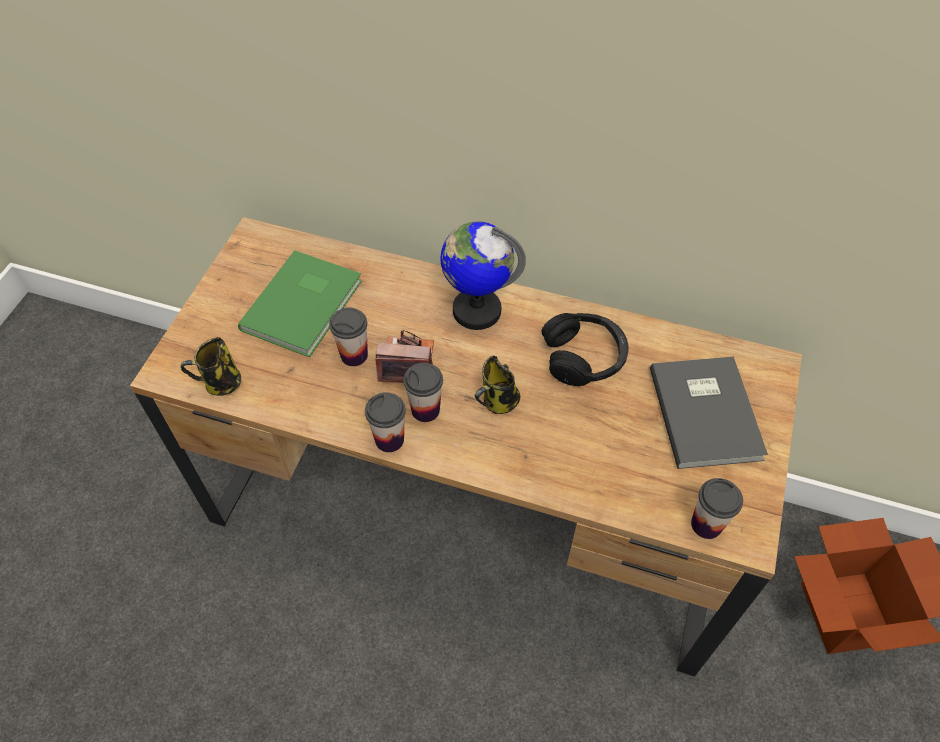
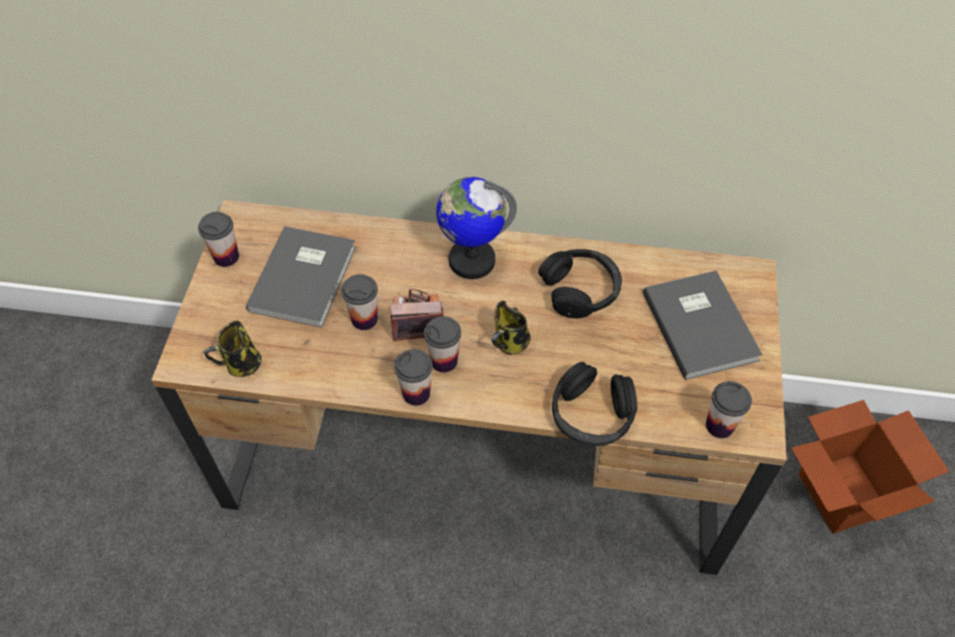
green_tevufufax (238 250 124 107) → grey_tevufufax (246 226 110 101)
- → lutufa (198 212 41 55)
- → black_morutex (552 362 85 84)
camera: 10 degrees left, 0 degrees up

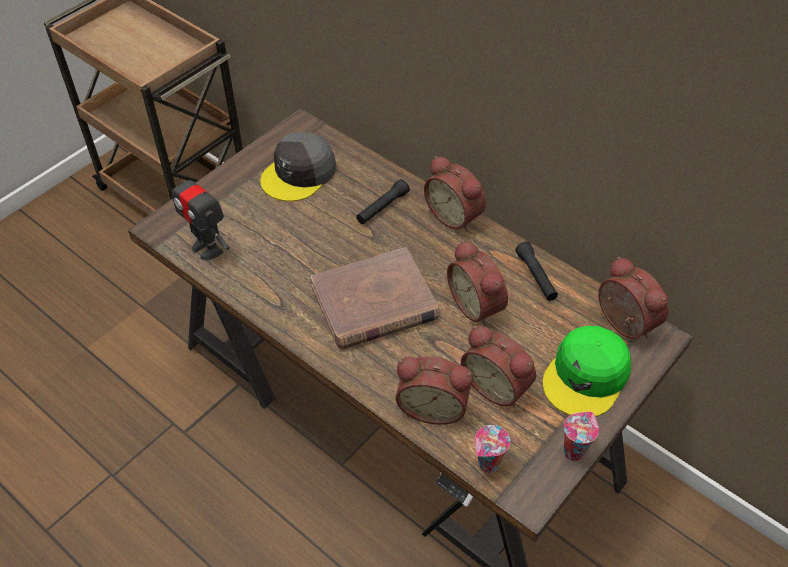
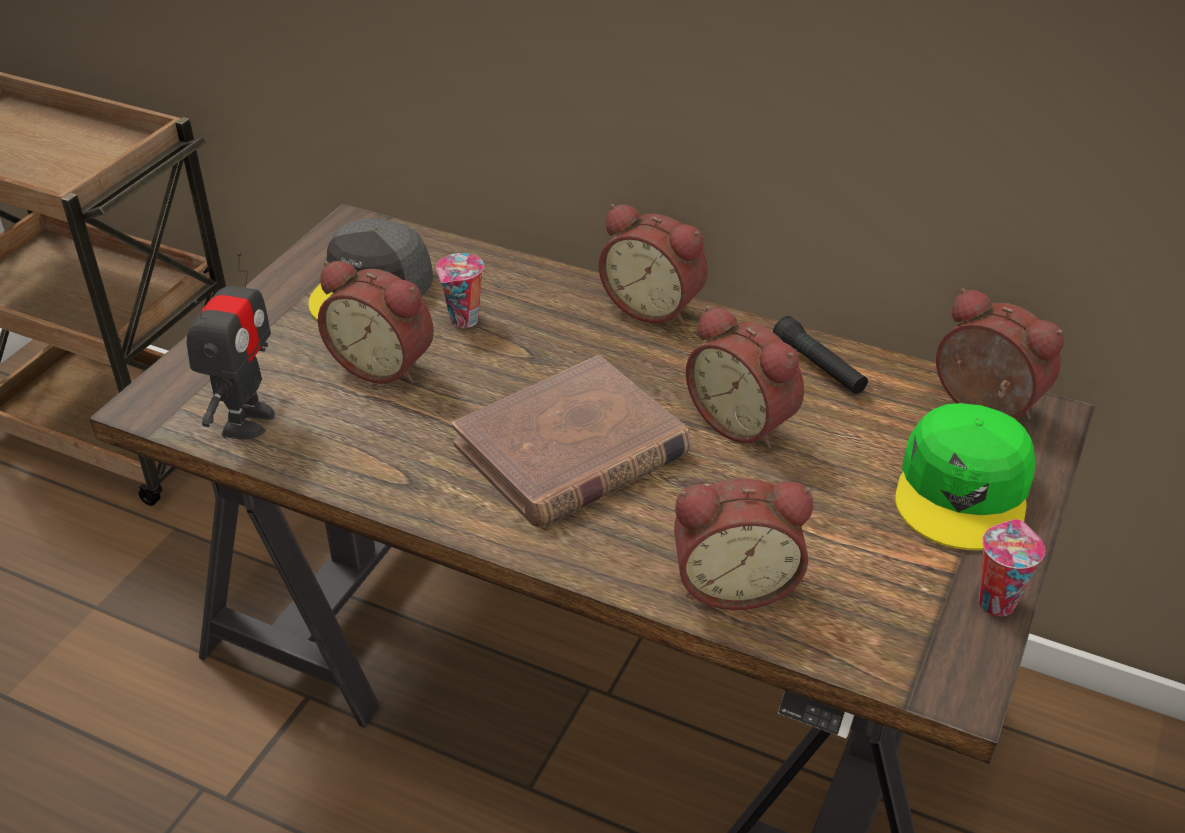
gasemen (172 164 57 97) → gasemen (186 252 89 187), 105 degrees counterclockwise
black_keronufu (356 179 54 45) → -
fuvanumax (461 326 75 81) → fuvanumax (318 261 116 123), relocated
lutufa (475 425 35 48) → lutufa (436 253 48 75), relocated
camera: 15 degrees left, 10 degrees down

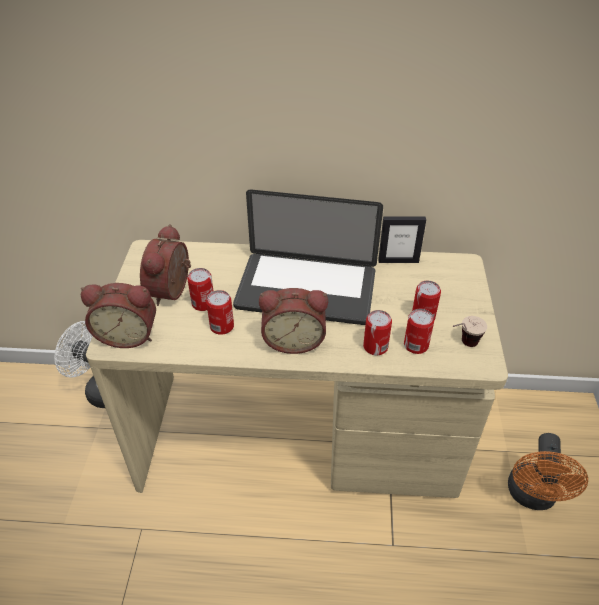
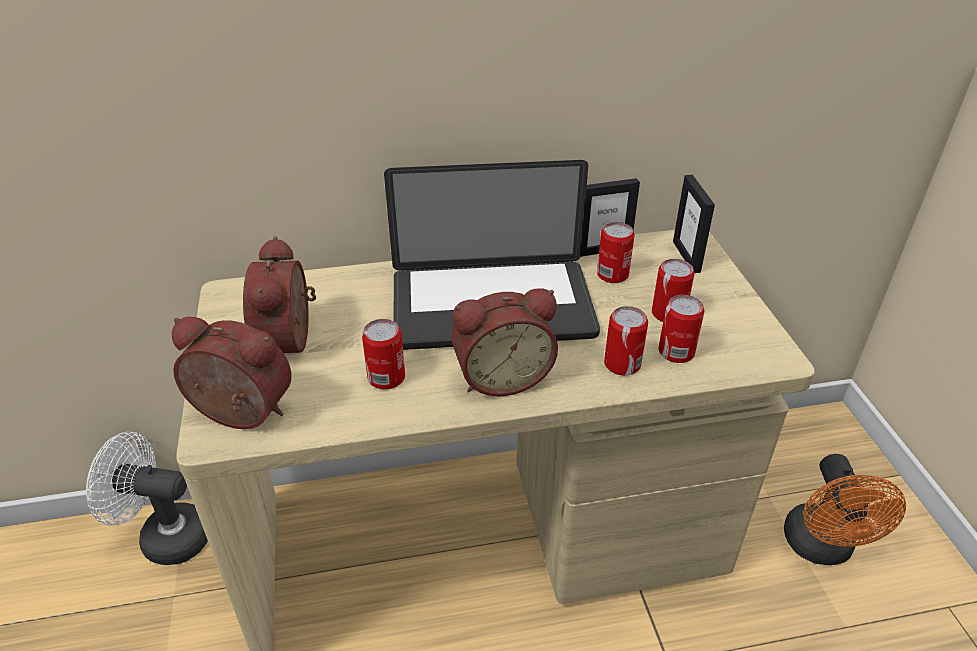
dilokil (187 268 26 43) → dilokil (597 222 38 61), relocated
fuvanumax (81 283 75 65) → fuvanumax (172 317 120 112), 150 degrees counterclockwise
lutufa (453 316 34 31) → -
- → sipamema (673 175 42 98)
camera: 15 degrees left, 5 degrees down

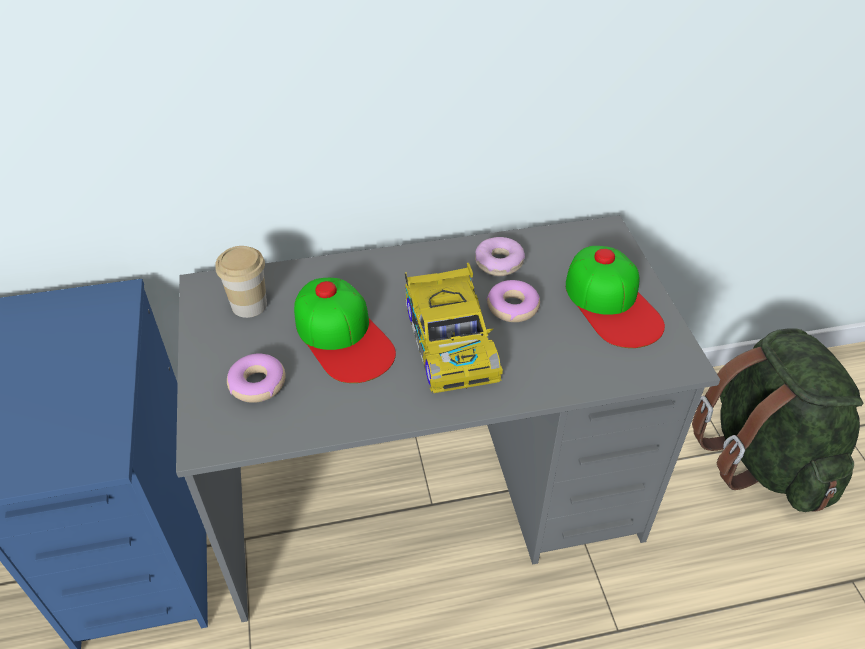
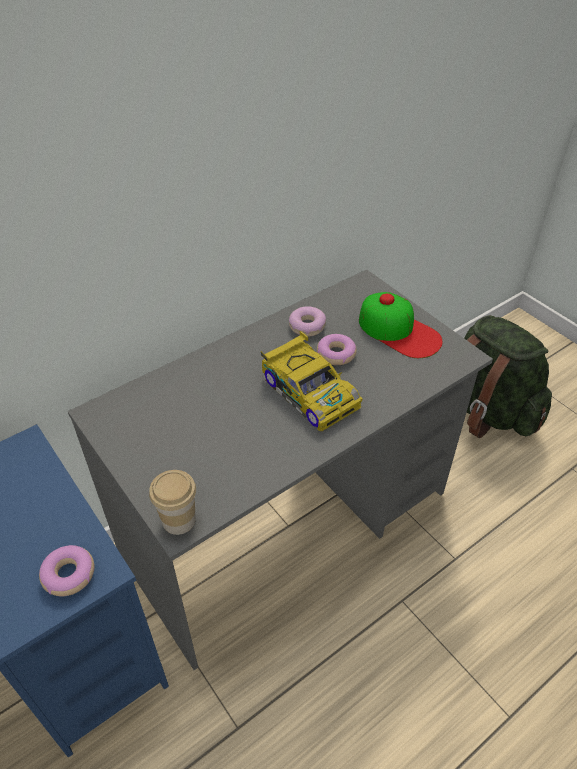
lutufa (215 246 52 72) → lutufa (149 470 47 65), relocated
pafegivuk (294 278 102 105) → -
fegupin (227 353 59 50) → fegupin (39 545 56 51), relocated
camera: 25 degrees left, 0 degrees up

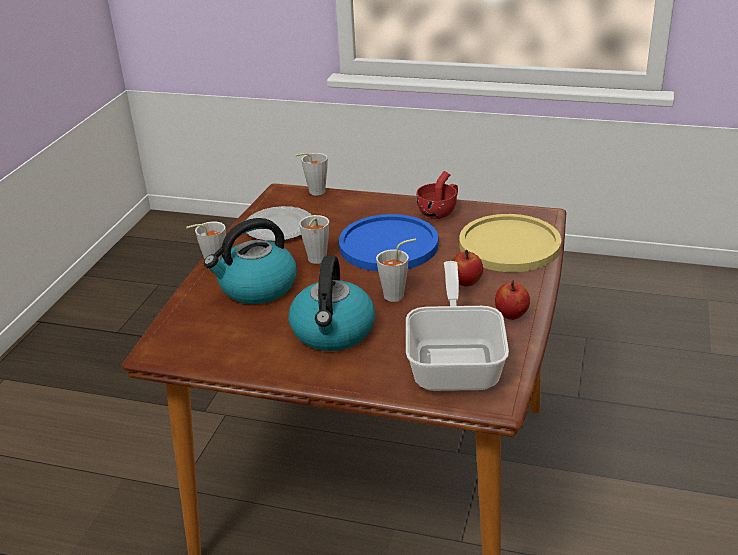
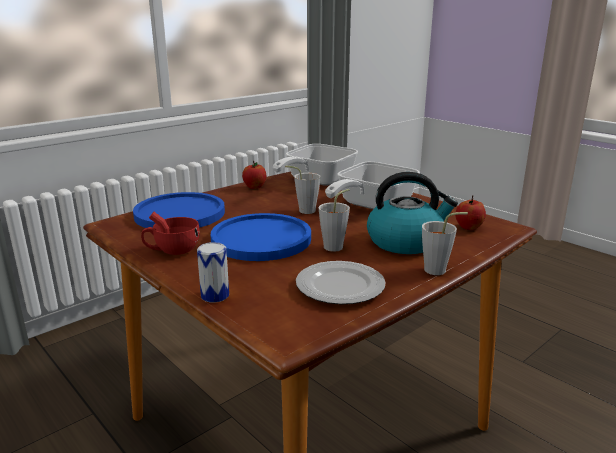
grey_lutufa (295 153 33 43) → -
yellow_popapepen (459 214 102 58) → blue_popapepen (133 192 92 36)
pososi (452 250 31 36) → pososi (455 195 31 35), relocated
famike (289 255 86 96) → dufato (325 162 95 47)
- → dilokil (197 242 32 61)
camera: 150 degrees left, 10 degrees down

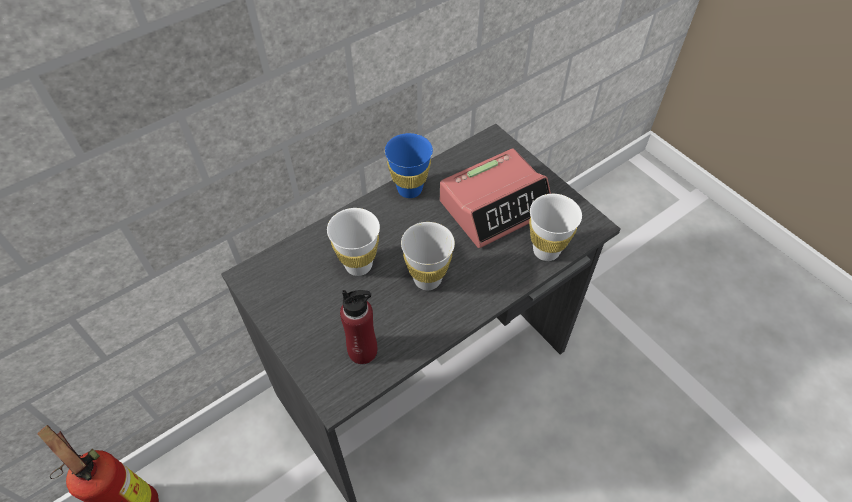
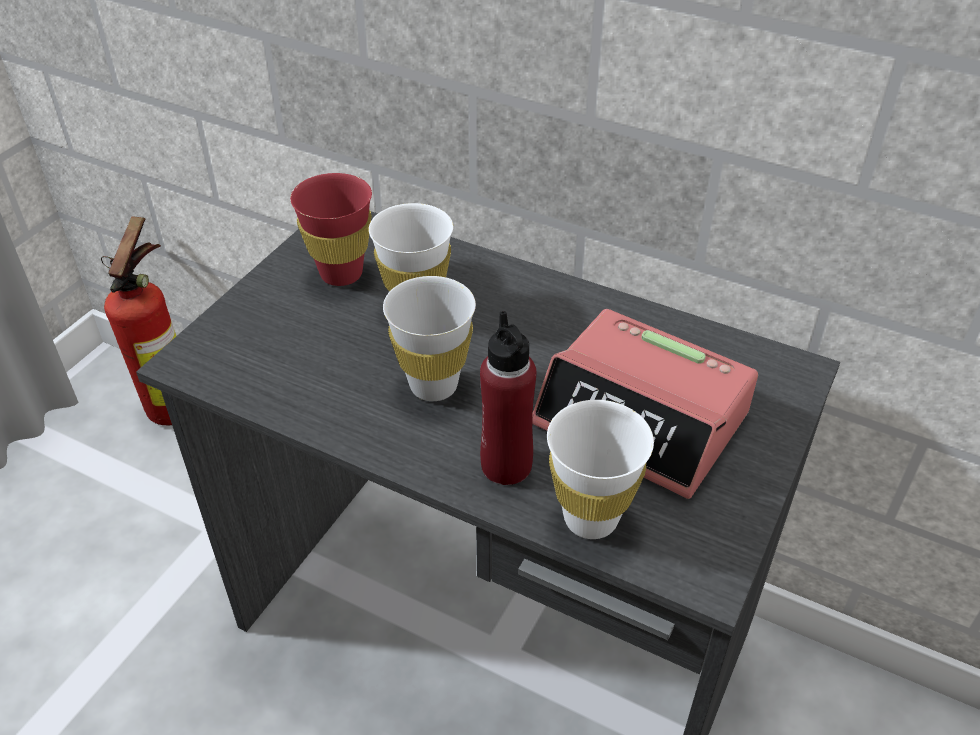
blue_lutufa (385 133 48 65) → -
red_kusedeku (340 290 37 74) → red_kusedeku (480 311 56 174), relocated
- → red_lutufa (290 173 82 113)
camera: 65 degrees right, 10 degrees down

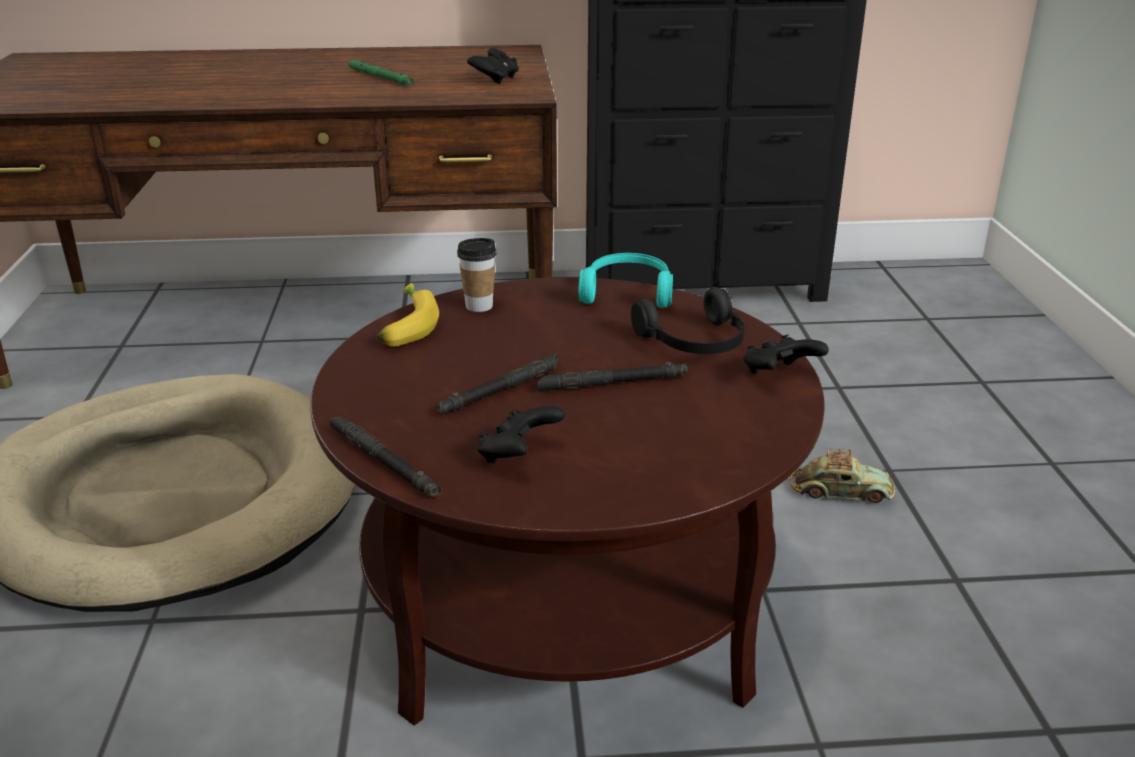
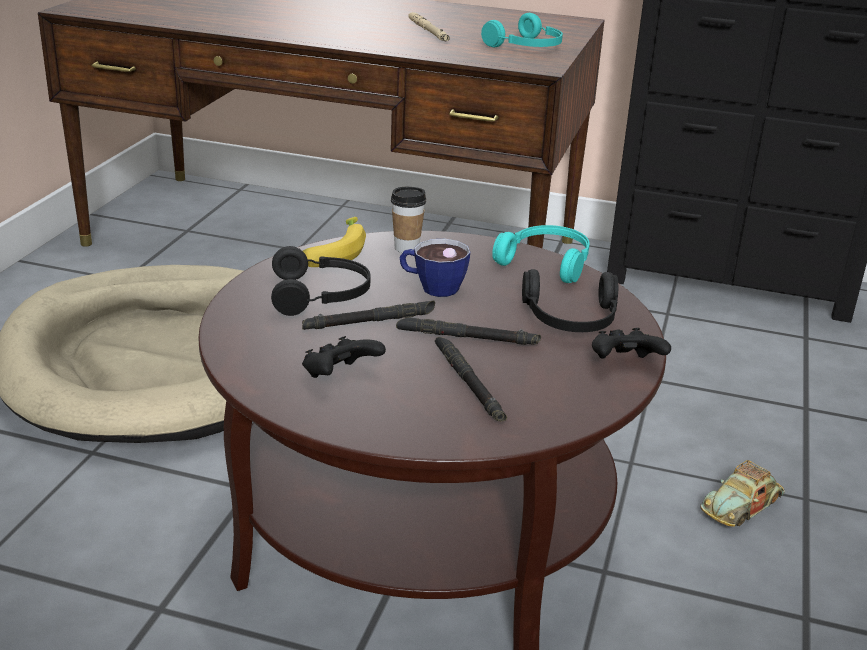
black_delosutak (467 48 52 36) → turquoise_morutex (481 13 82 34)
green_keronufu (348 60 65 25) → beige_keronufu (408 12 42 29)
black_keronufu (329 417 113 79) → black_keronufu (435 337 72 84), relocated
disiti (790 448 105 55) → disiti (700 460 85 67), 105 degrees clockwise
- → lutufa (399 239 71 58)
- → black_morutex (271 246 100 70)
camera: 20 degrees right, 0 degrees up

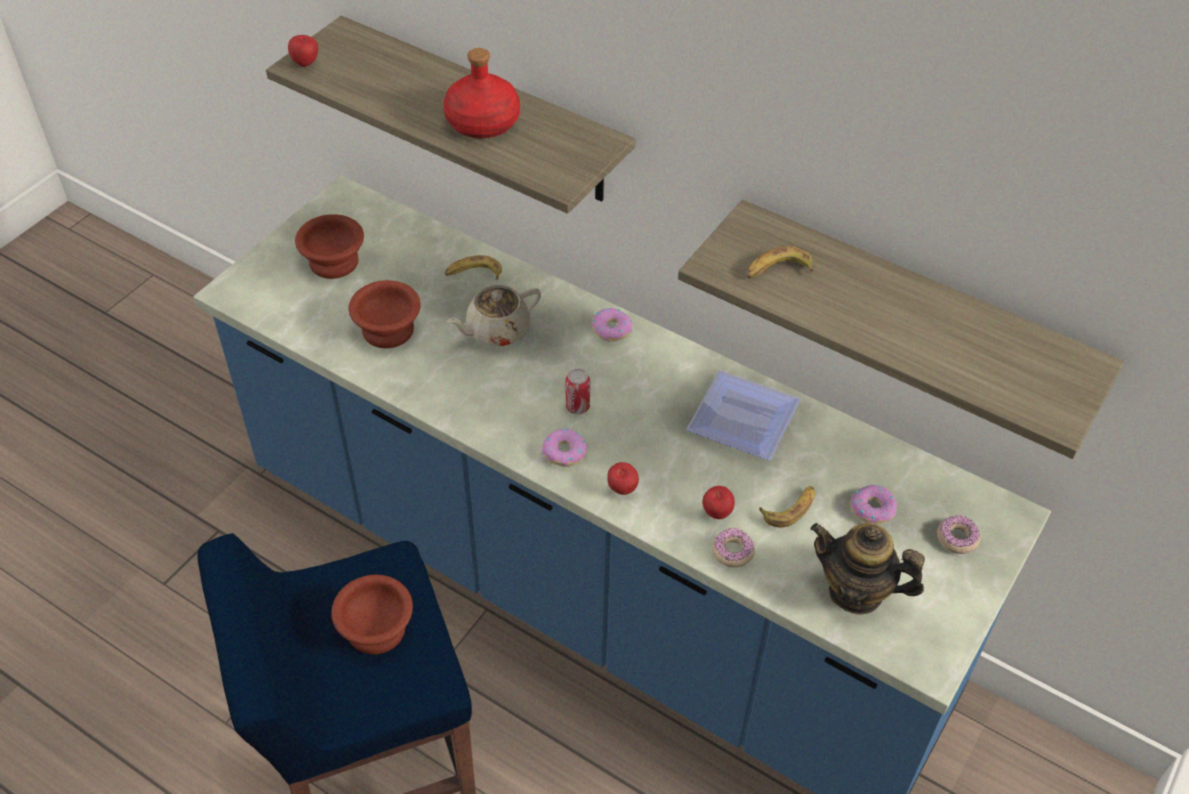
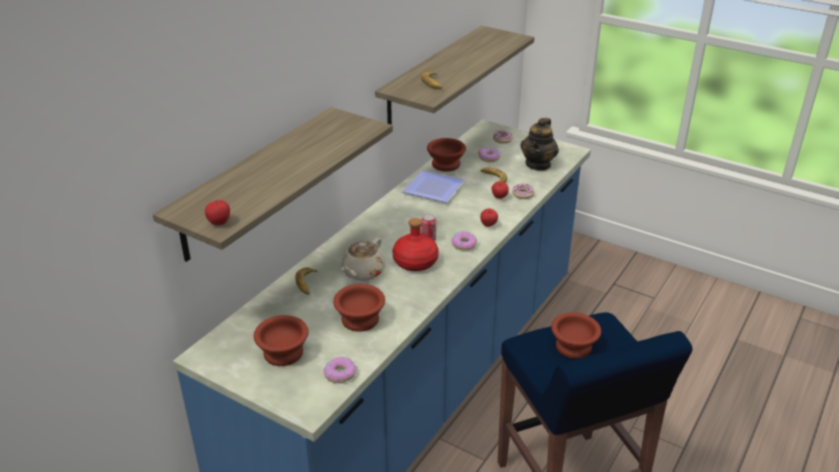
red_kusedeku (443 48 77 90) → red_kusedeku (392 218 47 53), relocated
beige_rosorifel (446 285 95 61) → beige_rosorifel (342 238 43 43), 60 degrees clockwise
fegupin (592 308 41 34) → fegupin (323 357 33 26), relocated
- → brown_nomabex (427 138 39 34)
camera: 90 degrees left, 15 degrees down

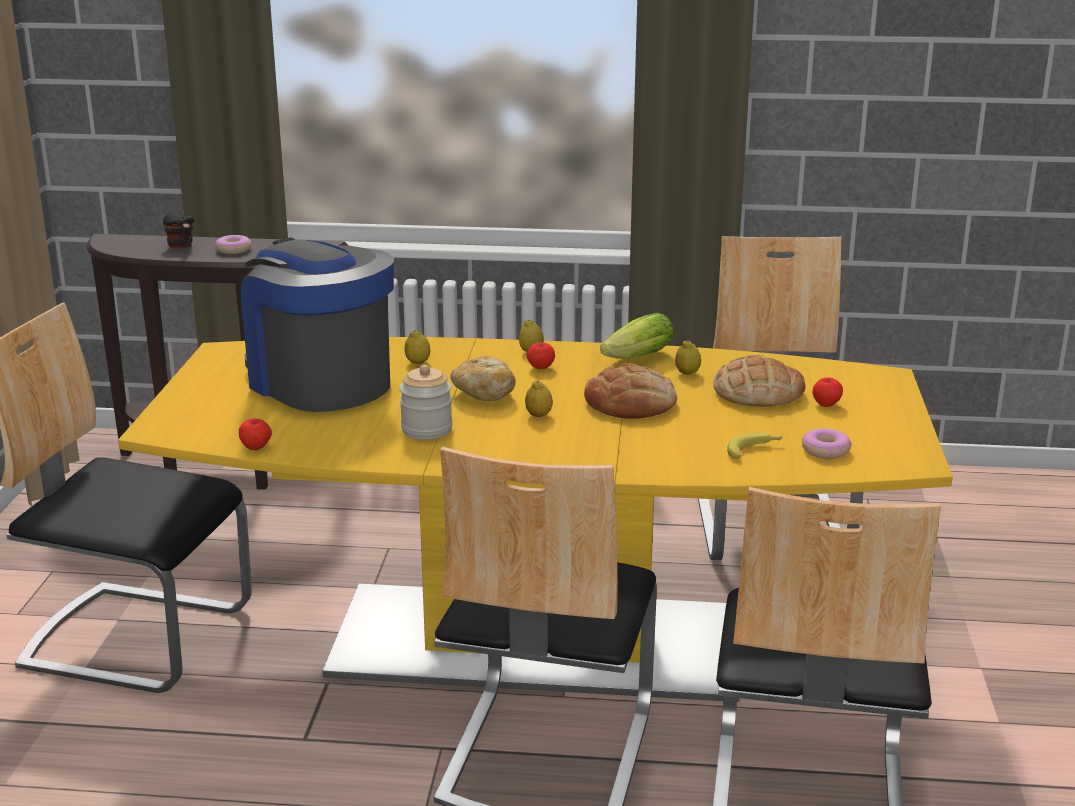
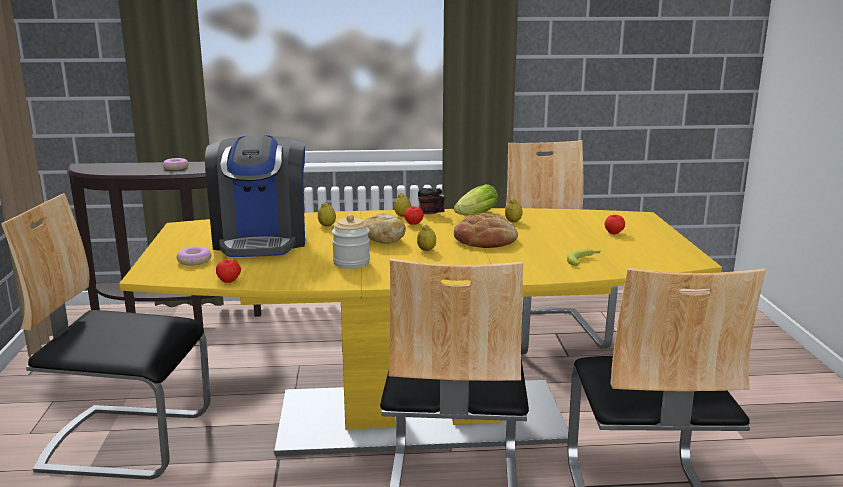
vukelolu (163 214 31 34) → vukelolu (418 188 27 26), relocated
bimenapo (241 237 153 175) → bimenapo (205 135 100 122), 135 degrees counterclockwise
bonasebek (713 355 92 52) → -
fegupin (802 428 50 31) → fegupin (177 247 35 18), relocated
camera: 10 degrees left, 5 degrees down

